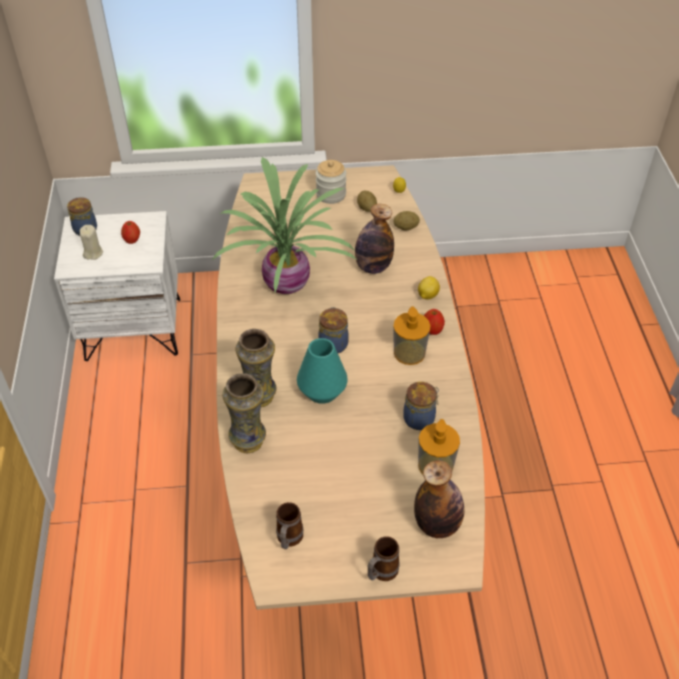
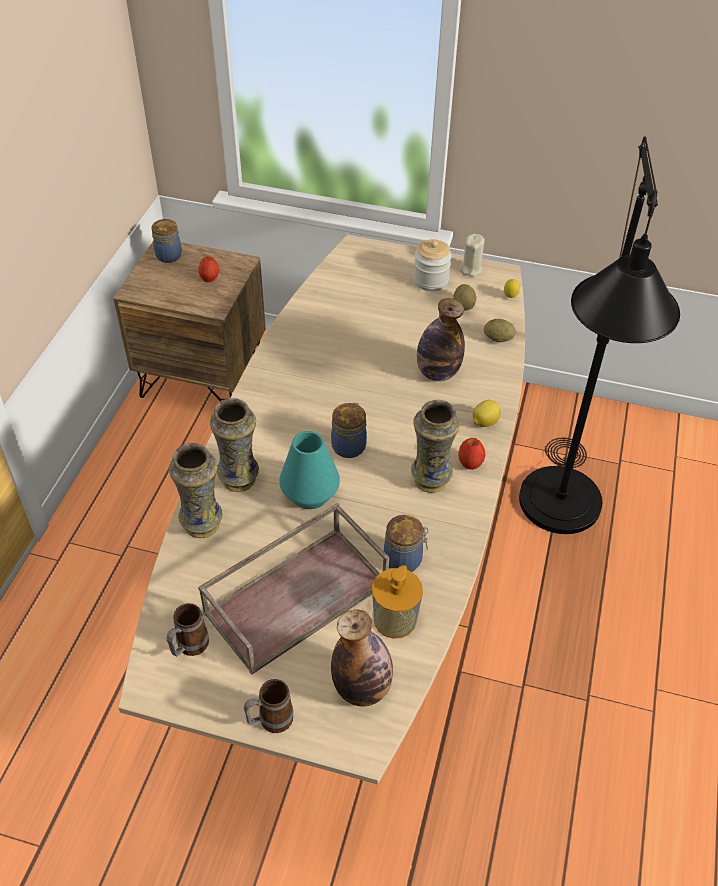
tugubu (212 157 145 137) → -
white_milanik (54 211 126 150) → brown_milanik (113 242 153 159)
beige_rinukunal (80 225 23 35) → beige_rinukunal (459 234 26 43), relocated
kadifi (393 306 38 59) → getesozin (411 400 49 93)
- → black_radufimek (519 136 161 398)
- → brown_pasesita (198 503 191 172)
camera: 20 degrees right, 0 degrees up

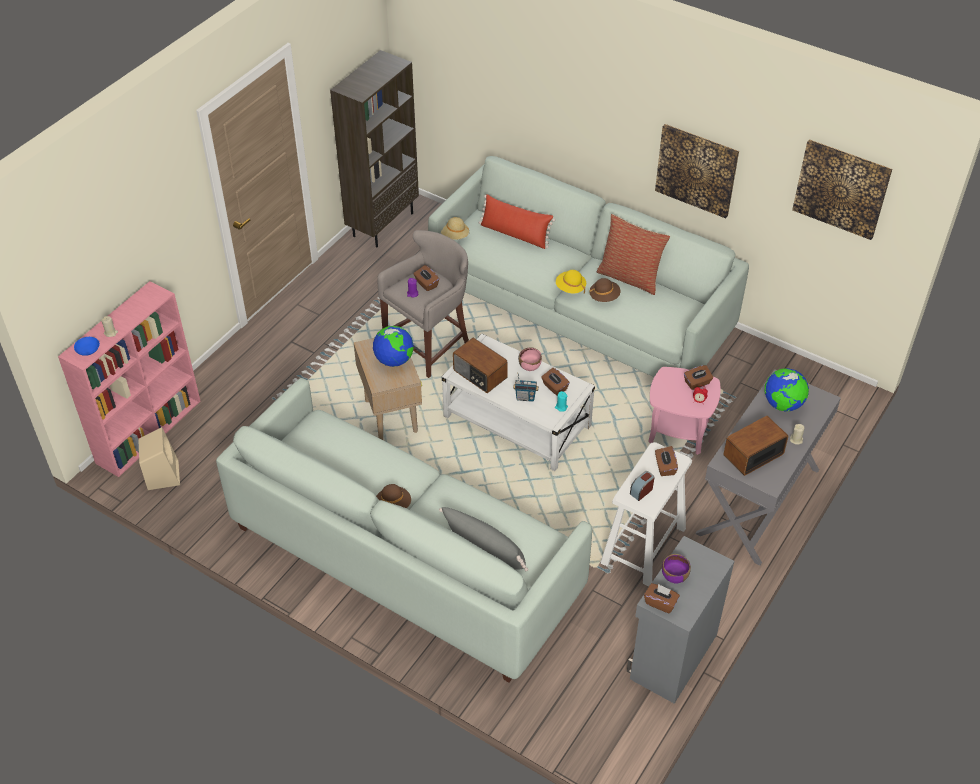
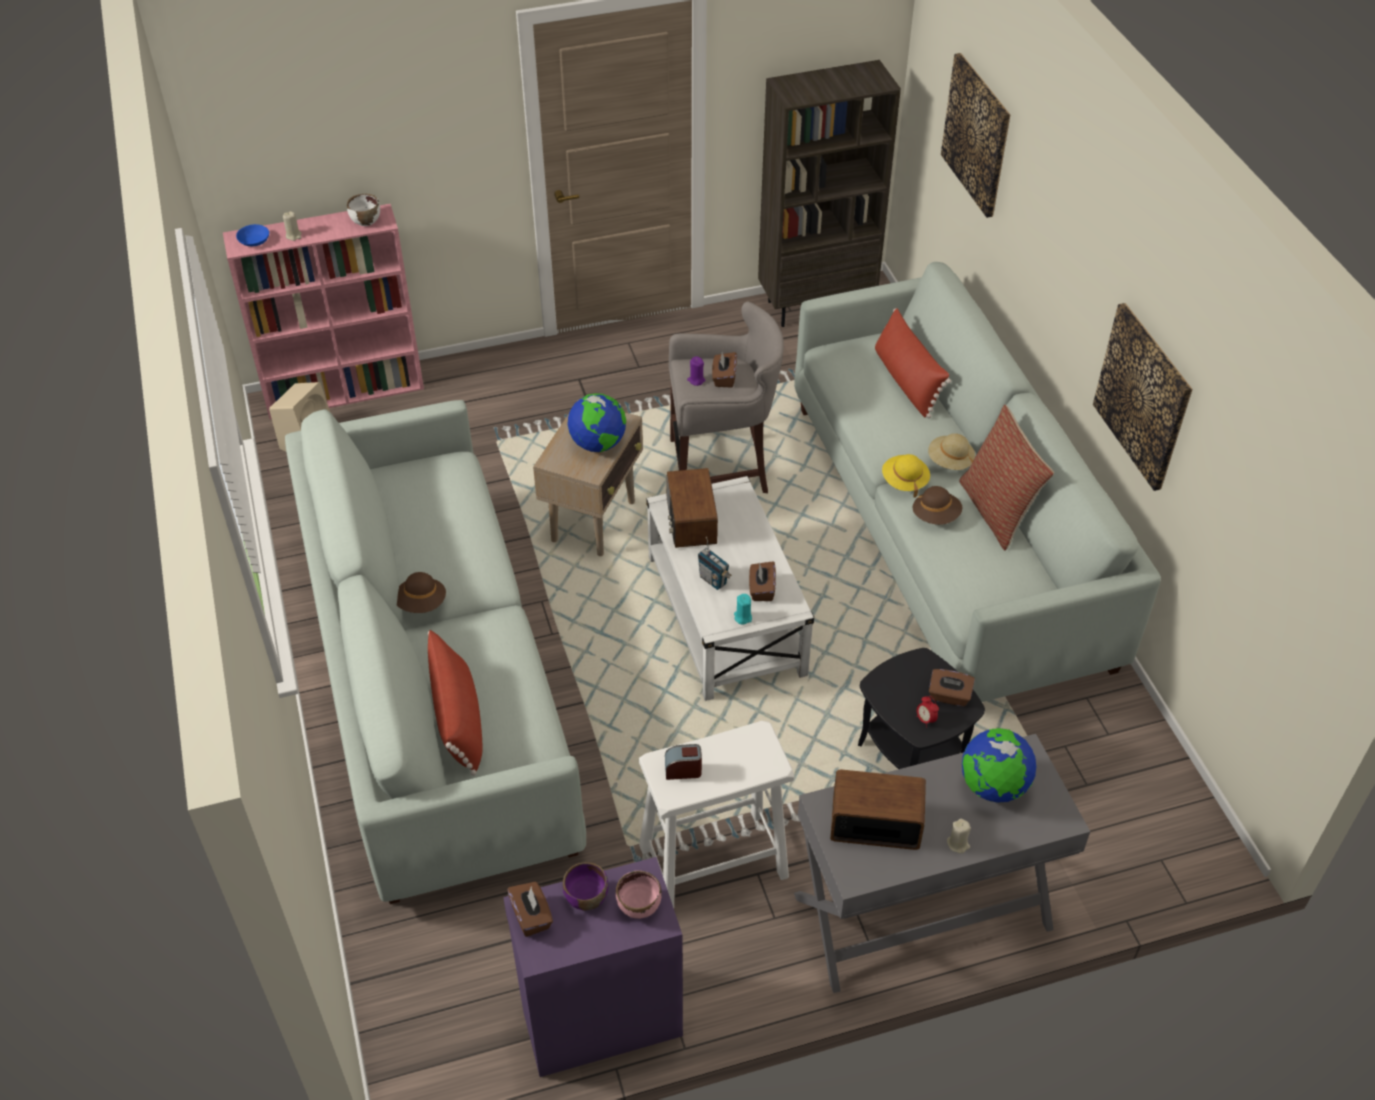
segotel (792 139 100 101) → segotel (941 53 70 165), relocated
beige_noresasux (441 217 28 23) → beige_noresasux (928 433 47 37), relocated
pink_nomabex (518 347 24 24) → pink_nomabex (616 871 46 48), relocated
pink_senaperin (648 367 73 88) → black_senaperin (858 648 127 121)
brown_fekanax (655 446 23 30) → -
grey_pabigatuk (439 507 89 64) → red_pabigatuk (428 630 55 146)
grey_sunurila (627 536 107 168) → purple_sunurila (503 857 180 220)
- → white_nomabex (347 194 33 32)
camera: 40 degrees right, 0 degrees up

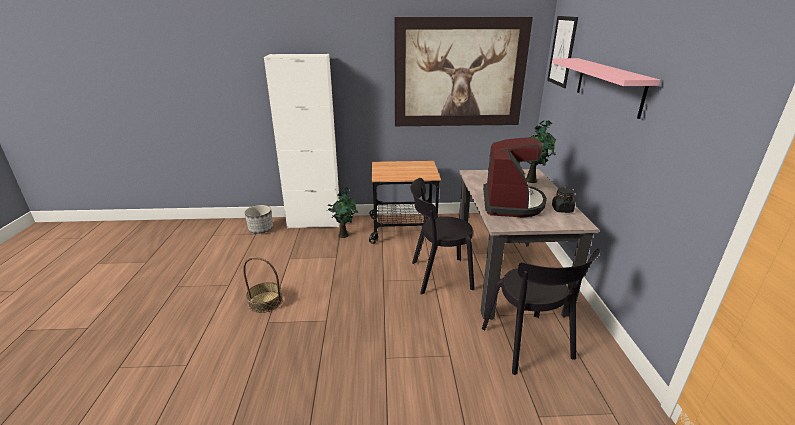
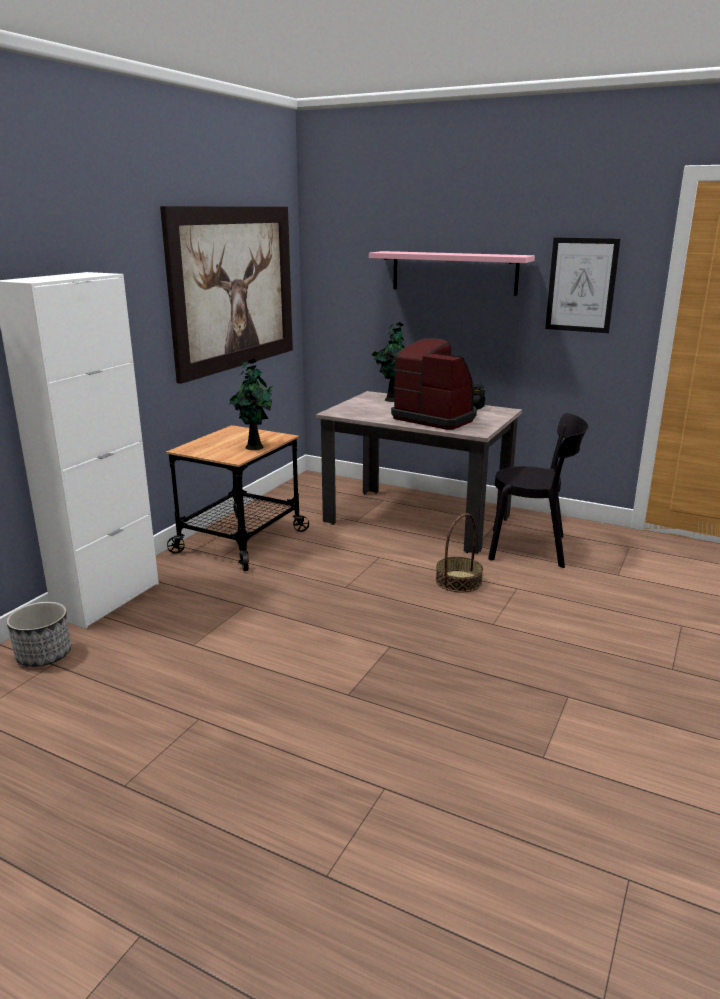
segotel (547 16 31 72) → segotel (545 238 75 95), relocated
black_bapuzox (410 178 64 116) → -
tugubu (328 188 30 50) → tugubu (229 359 44 91), relocated
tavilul (243 257 40 56) → tavilul (436 513 47 80), relocated
camera: 60 degrees left, 5 degrees down

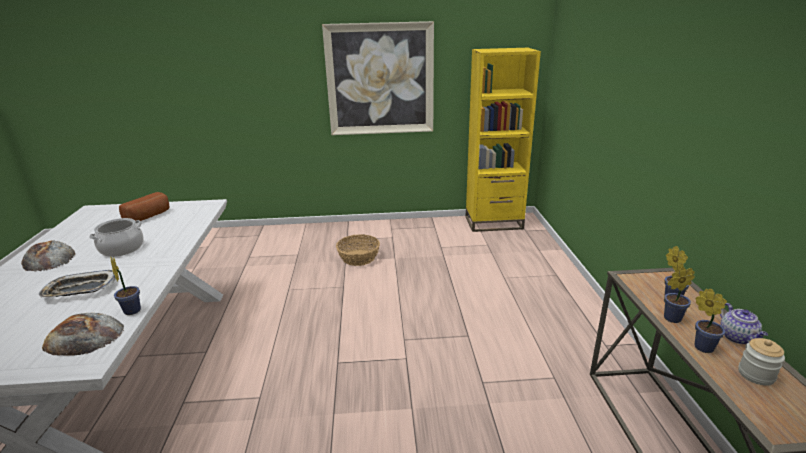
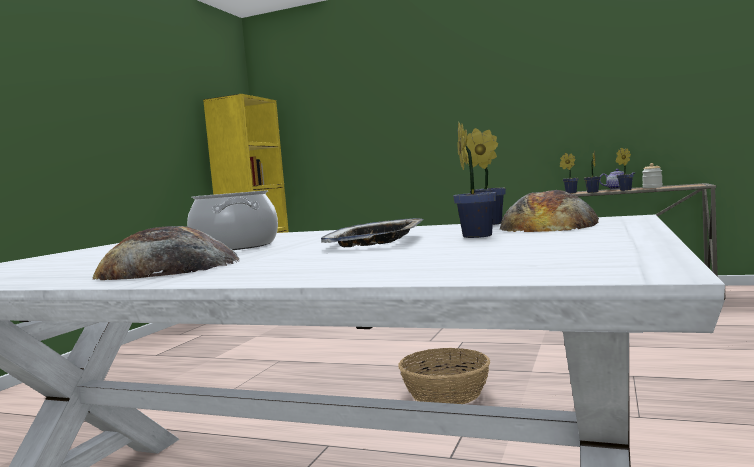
segotel (322 21 112 114) → -
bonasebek (119 192 50 29) → -
tavilul (336 234 44 32) → tavilul (398 348 92 56), relocated
- → tugubu (453 122 44 116)
camera: 65 degrees left, 20 degrees down

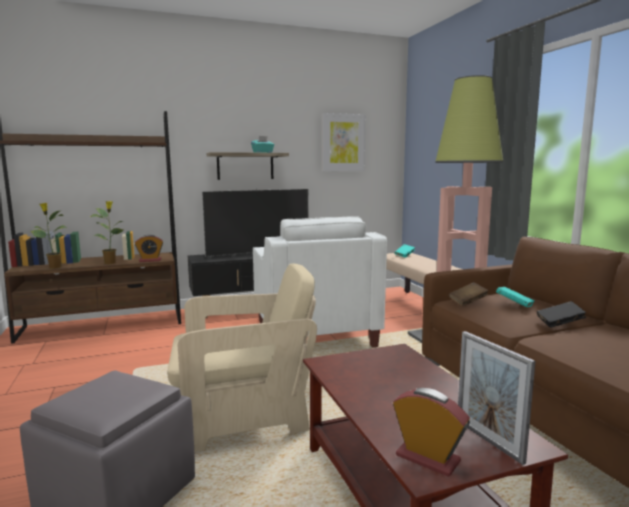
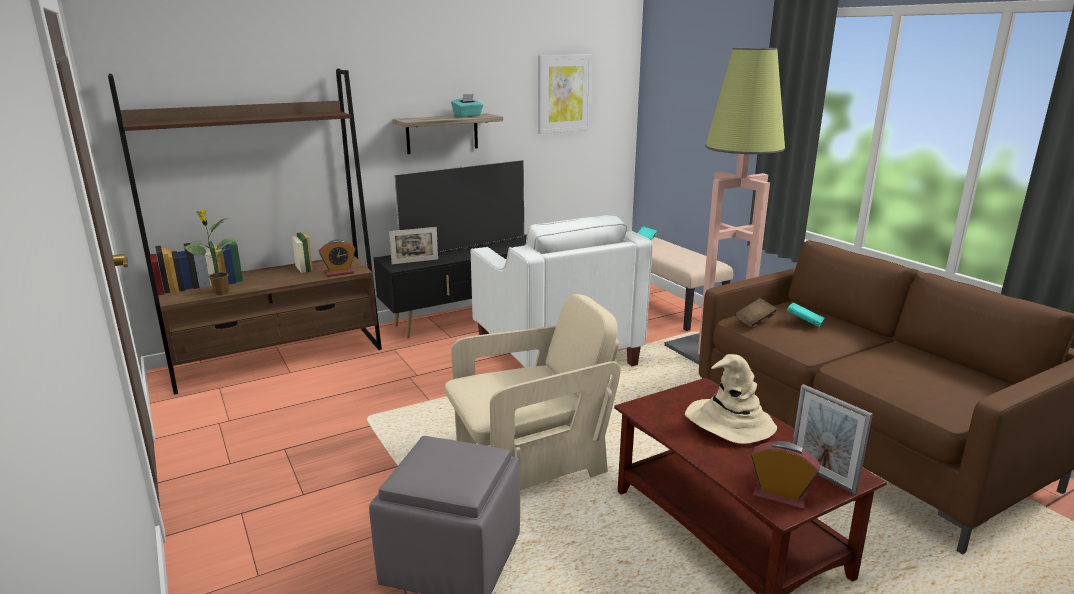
tugubu (90 201 34 63) → -
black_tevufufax (537 301 49 27) → -
- → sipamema (389 227 49 37)
- → beige_noresasux (685 354 92 90)
camera: 10 degrees left, 10 degrees up

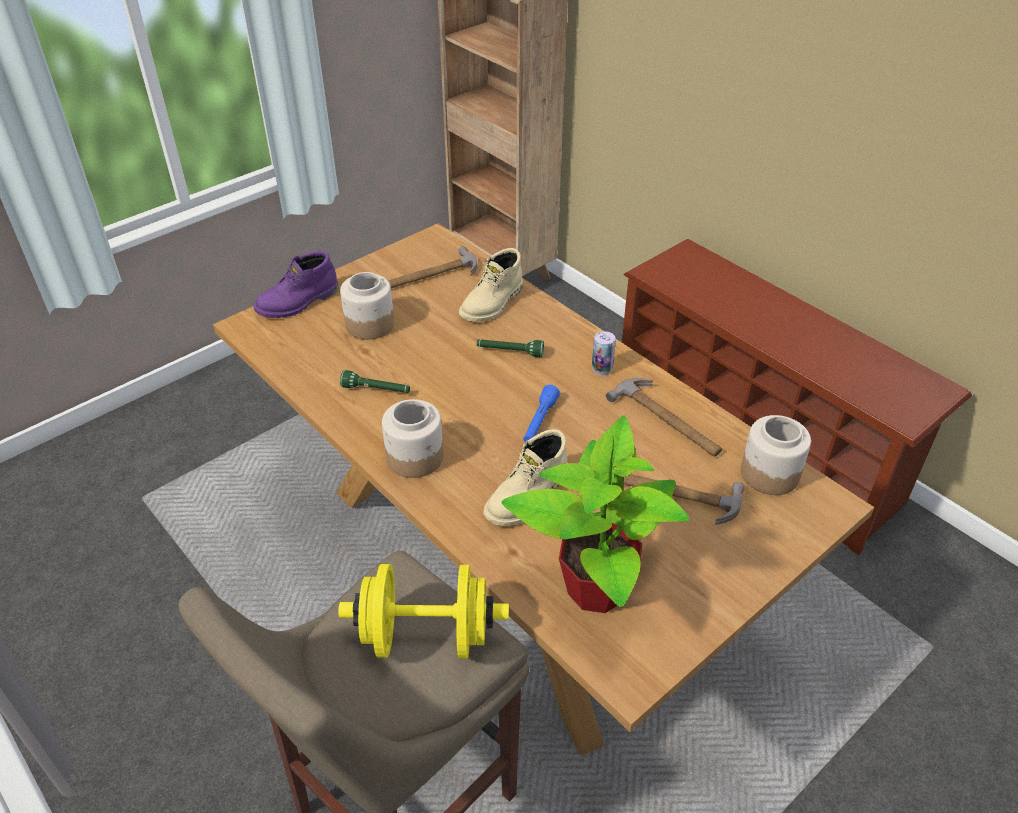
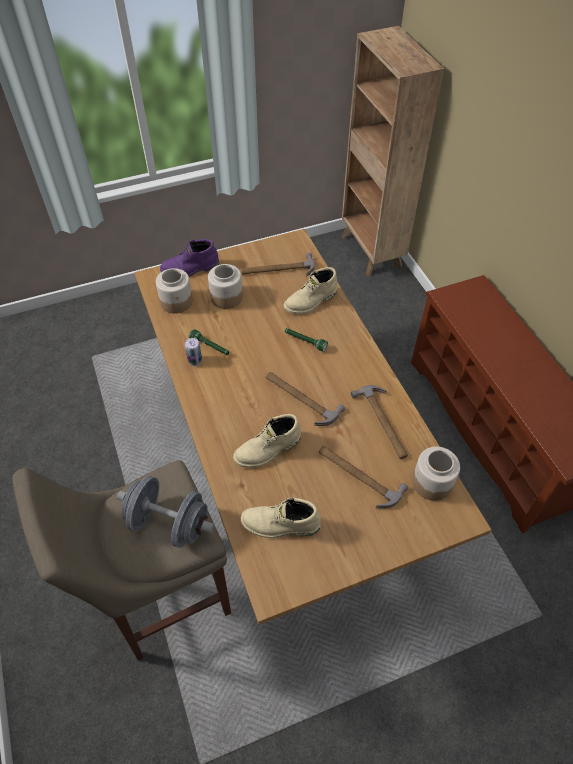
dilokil (592 331 24 45) → dilokil (185 338 17 28), relocated
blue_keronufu (523 385 37 57) → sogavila (266 372 79 54)
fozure (382 399 61 79) → fozure (156 268 37 46), relocated
tugubu (502 416 188 197) → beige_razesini (241 498 80 40)
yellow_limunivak (338 564 171 95) → grey_limunivak (117 476 97 72)
camera: 20 degrees right, 10 degrees up

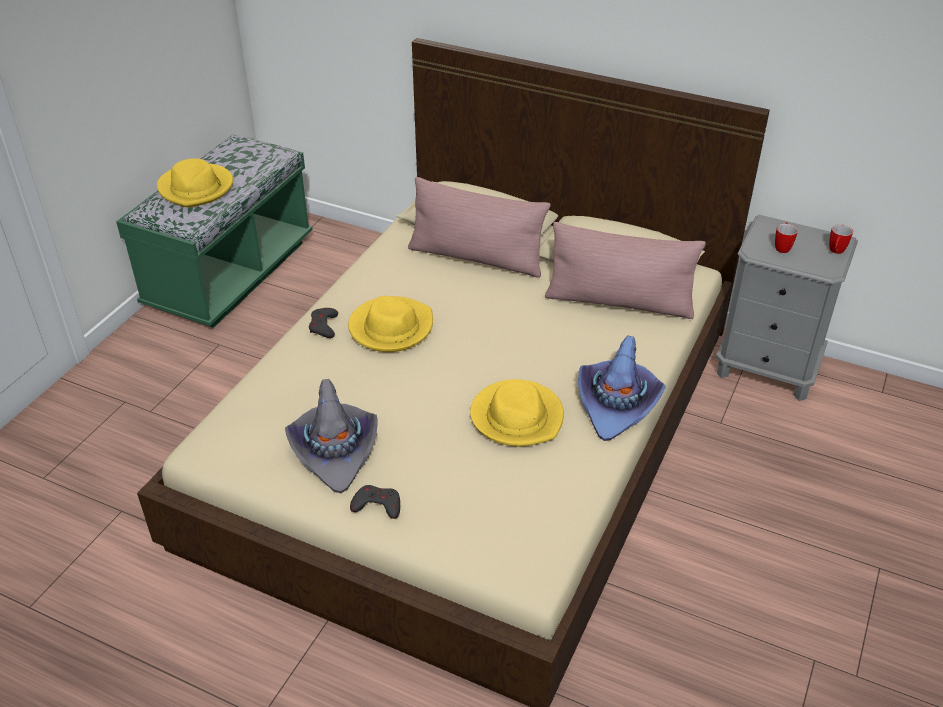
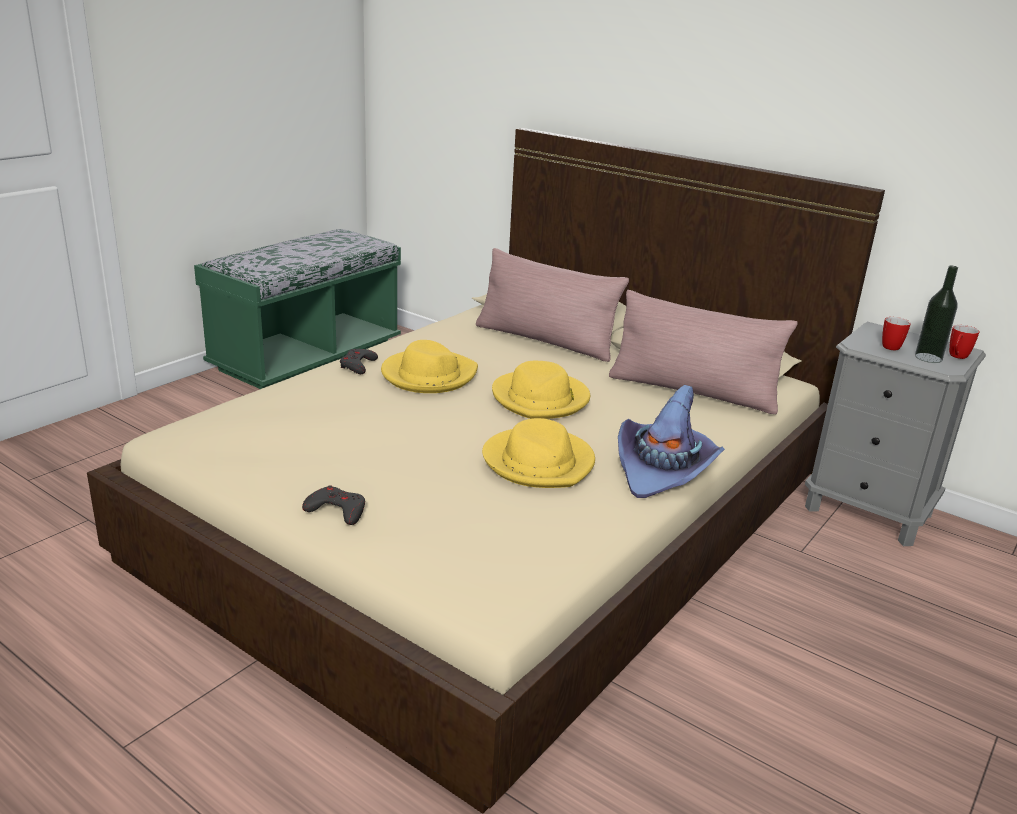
yellow_noresasux (157 158 76 50) → yellow_noresasux (492 361 98 58), relocated
grey_noresasux (285 379 93 114) → -
- → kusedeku (915 265 43 98)
camera: 10 degrees right, 15 degrees down

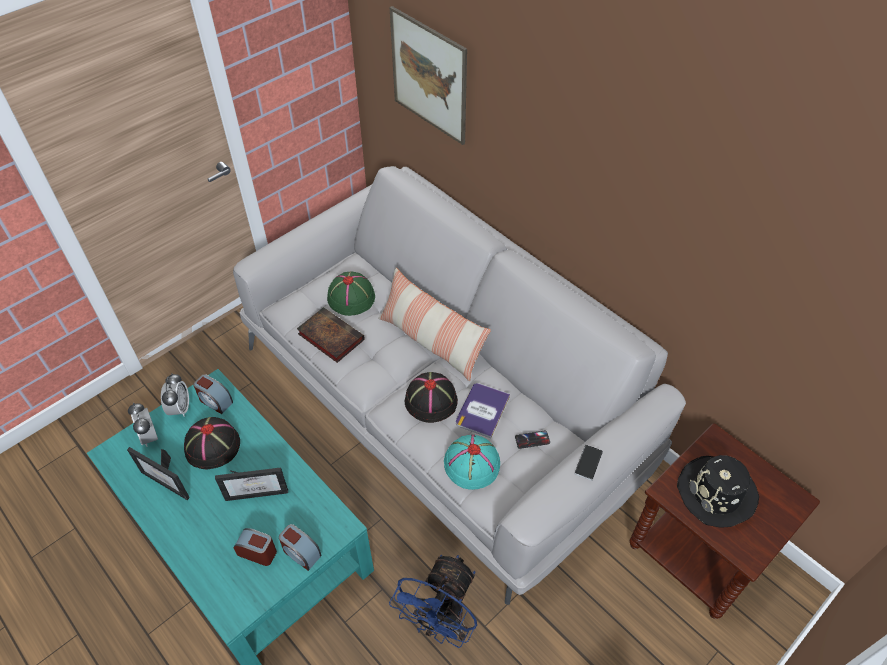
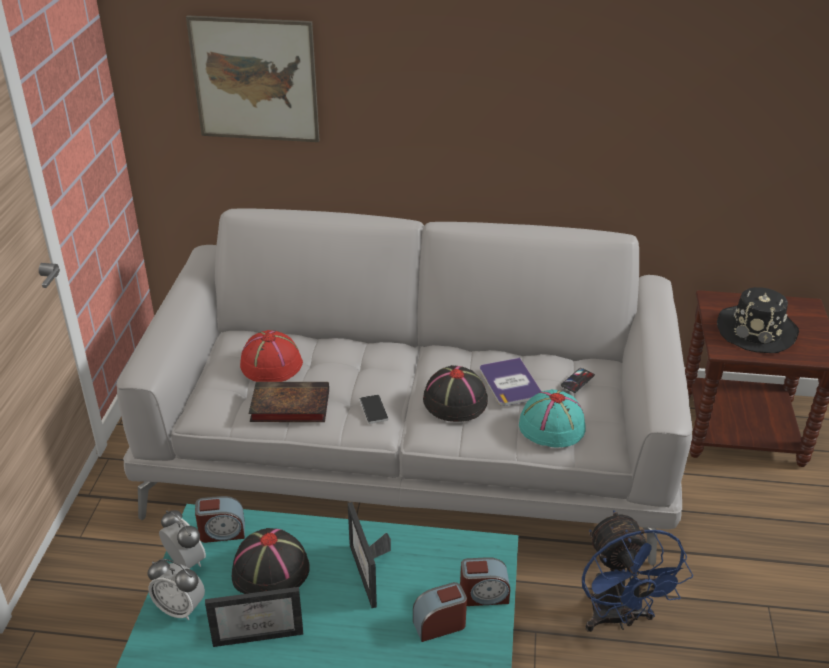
pabigatuk (378 268 113 113) → -
green_noresasux (327 272 48 44) → red_noresasux (240 330 63 52)
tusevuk (575 445 28 36) → tusevuk (359 394 29 30), relocated
sipamema (215 467 73 34) → sipamema (348 502 43 106), 120 degrees clockwise
camera: 40 degrees left, 15 degrees down

